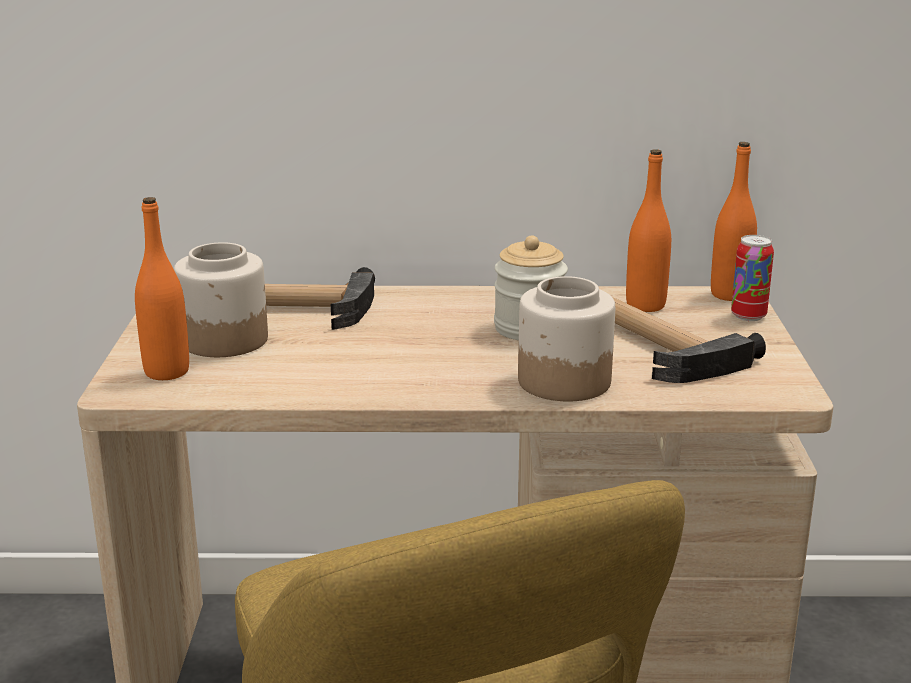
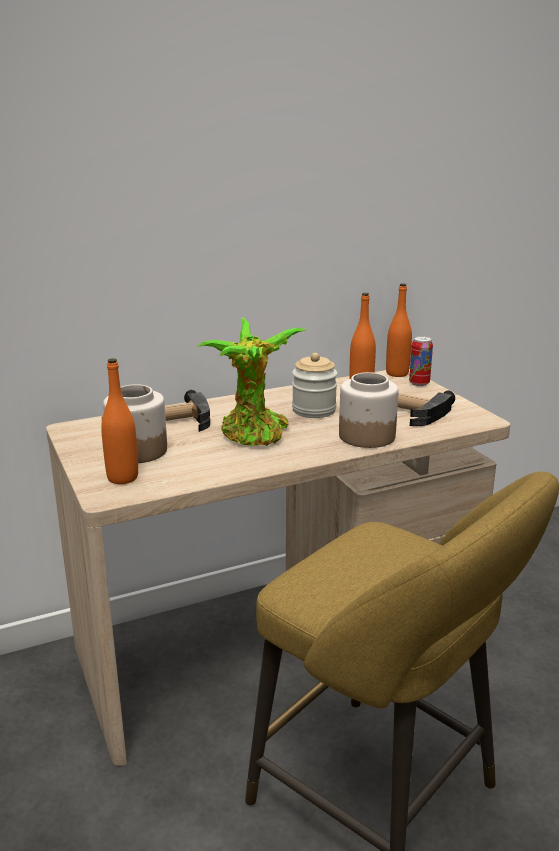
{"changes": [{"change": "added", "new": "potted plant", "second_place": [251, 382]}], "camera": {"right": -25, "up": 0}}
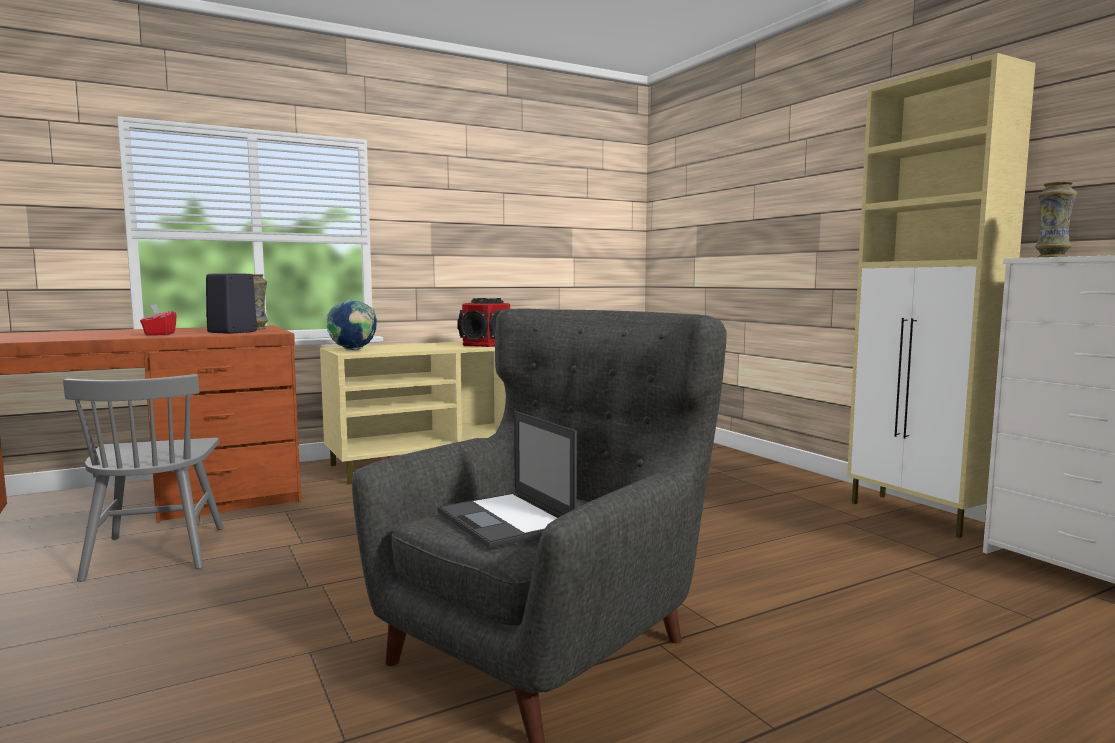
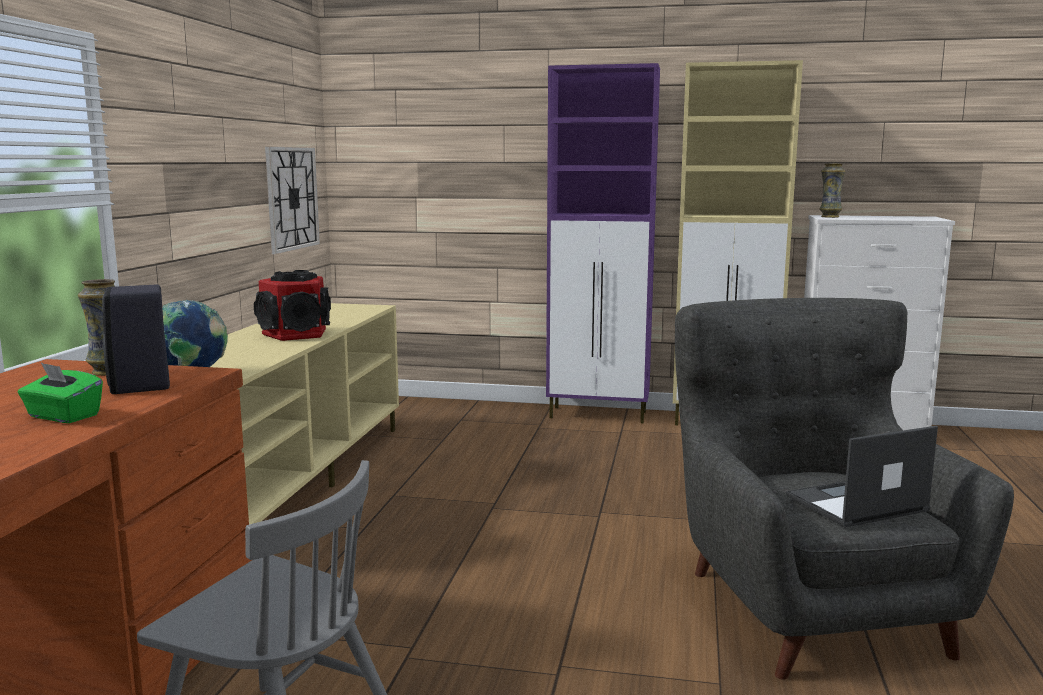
{"changes": [{"change": "recoloured", "old": "tissue box/red", "new": "tissue box/green", "first_place": [158, 320], "second_place": [60, 393]}, {"change": "turned", "old": "laptop", "first_place": [507, 479], "second_place": [862, 477], "degrees": 150}, {"change": "added", "new": "wall clock", "second_place": [292, 200]}, {"change": "added", "new": "cabinet/purple", "second_place": [603, 243]}], "camera": {"right": -50, "up": 5}}
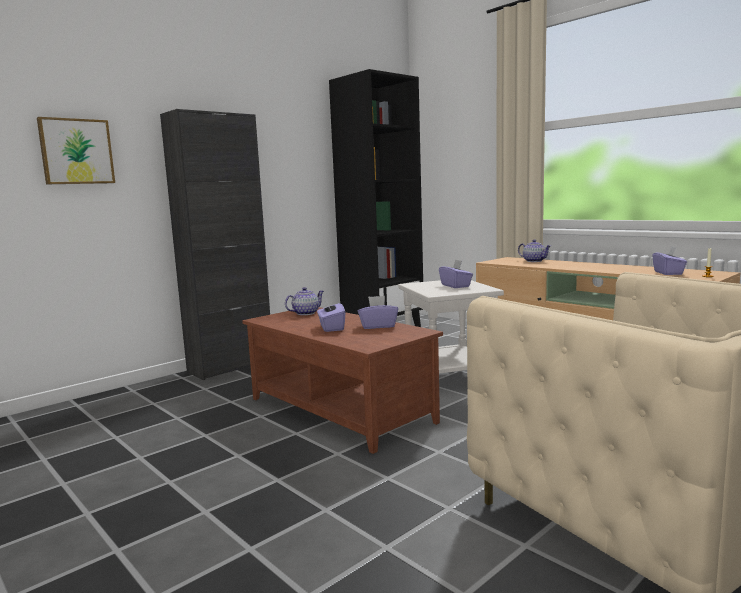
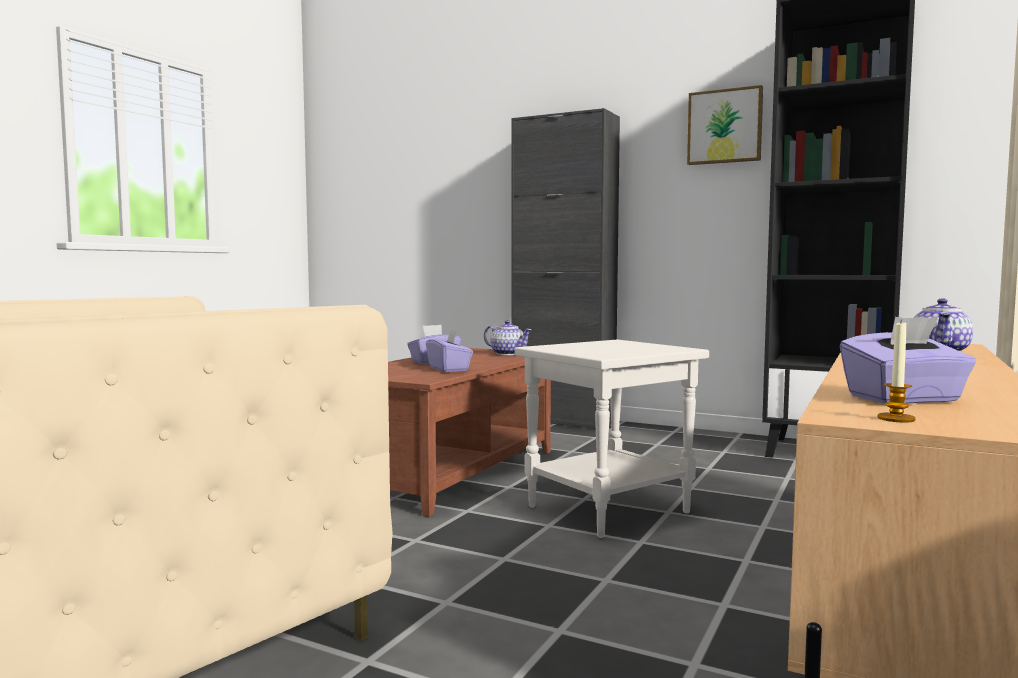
{"changes": [{"change": "moved", "old": "picture", "first_place": [76, 150], "second_place": [725, 125]}, {"change": "removed", "old": "tissue box/purple", "first_place": [456, 273]}], "camera": {"right": 70, "up": -5}}
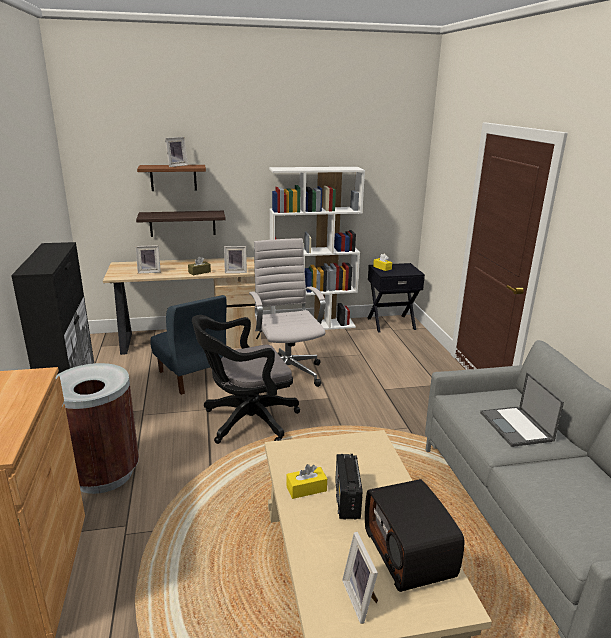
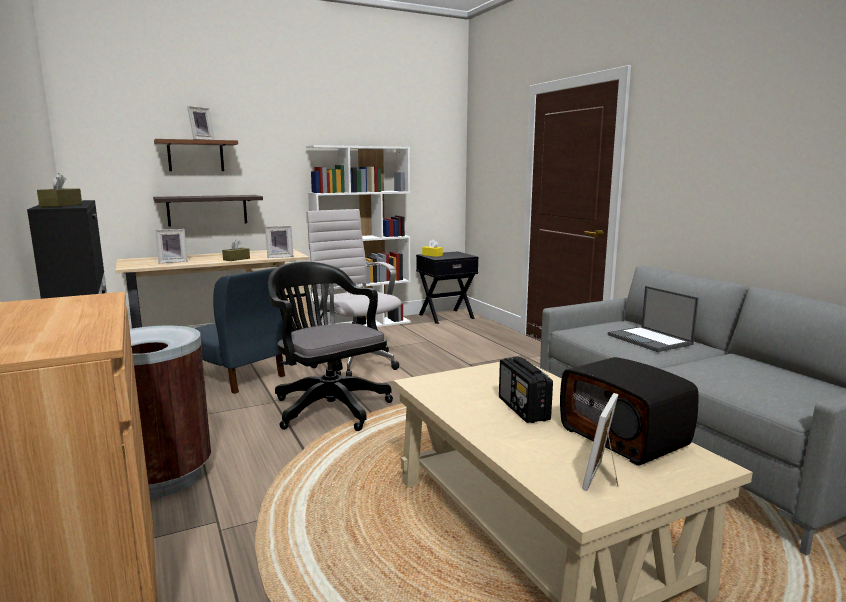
{"changes": [{"change": "turned", "old": "office chair/black", "first_place": [246, 379], "second_place": [330, 346], "degrees": 90}, {"change": "removed", "old": "tissue box/yellow", "first_place": [306, 481]}, {"change": "turned", "old": "picture frame", "first_place": [360, 578], "second_place": [600, 442], "degrees": 60}, {"change": "added", "new": "tissue box/brown", "second_place": [59, 190]}], "camera": {"right": -15, "up": -10}}
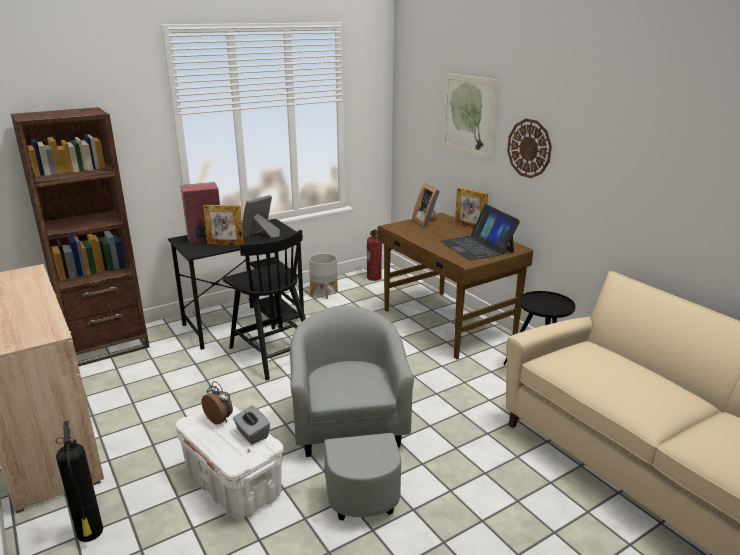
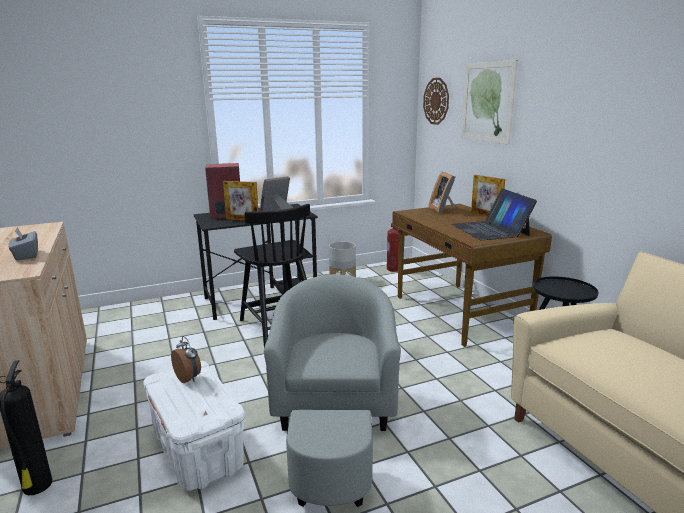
{"changes": [{"change": "removed", "old": "bookcase/brown", "first_place": [80, 236]}, {"change": "moved", "old": "tissue box/grey", "first_place": [251, 425], "second_place": [23, 243]}, {"change": "moved", "old": "wall clock", "first_place": [529, 148], "second_place": [436, 101]}], "camera": {"right": 10, "up": -5}}
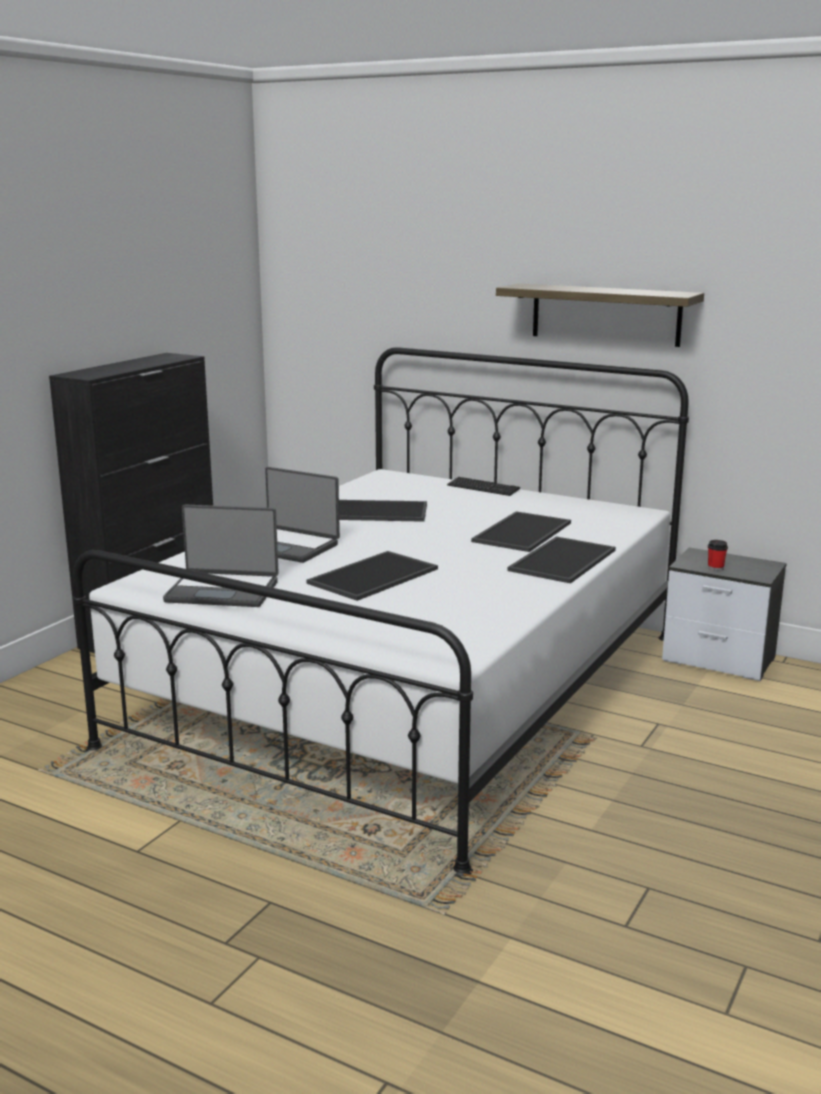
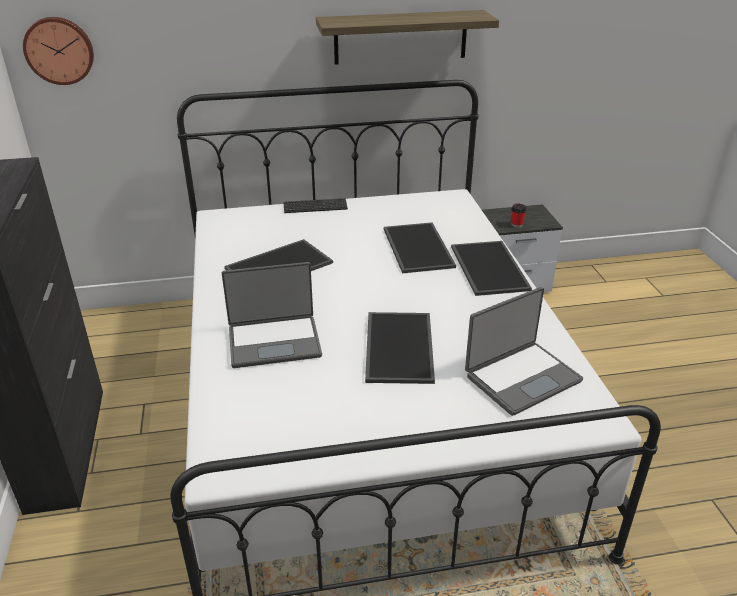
{"changes": [{"change": "moved", "old": "laptop", "first_place": [221, 555], "second_place": [524, 351]}, {"change": "added", "new": "wall clock", "second_place": [58, 51]}], "camera": {"right": -40, "up": 15}}
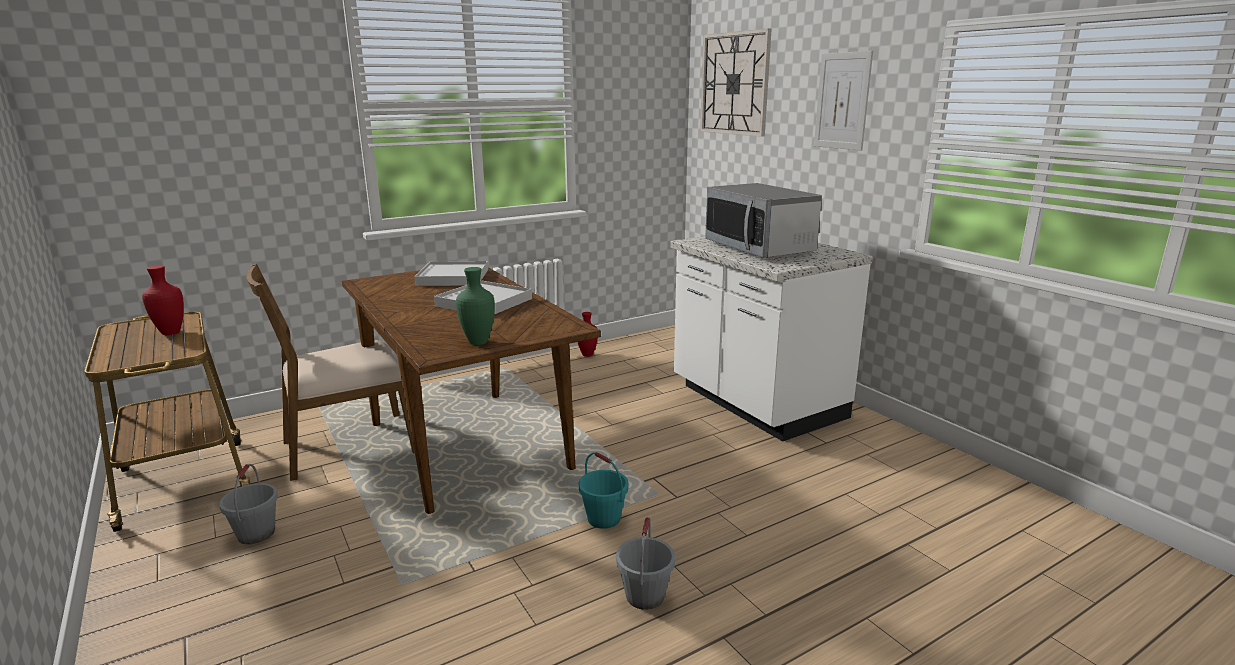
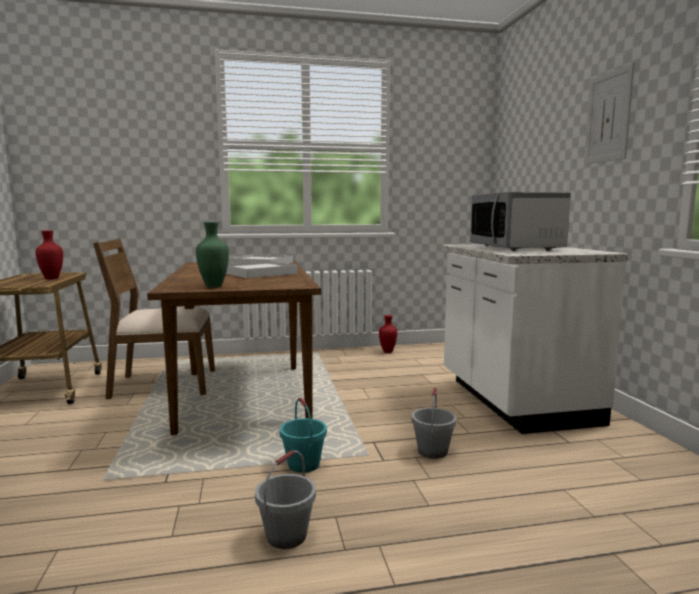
{"changes": [{"change": "moved", "old": "bucket/grey", "first_place": [248, 504], "second_place": [434, 423]}, {"change": "removed", "old": "wall clock", "first_place": [736, 82]}], "camera": {"right": 20, "up": -10}}
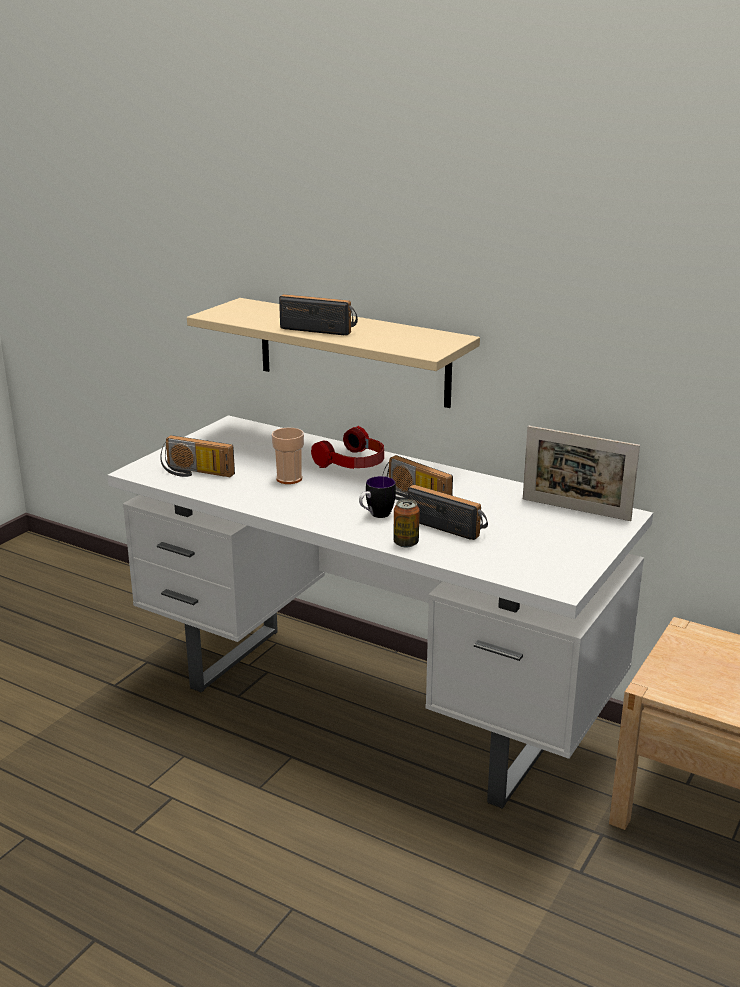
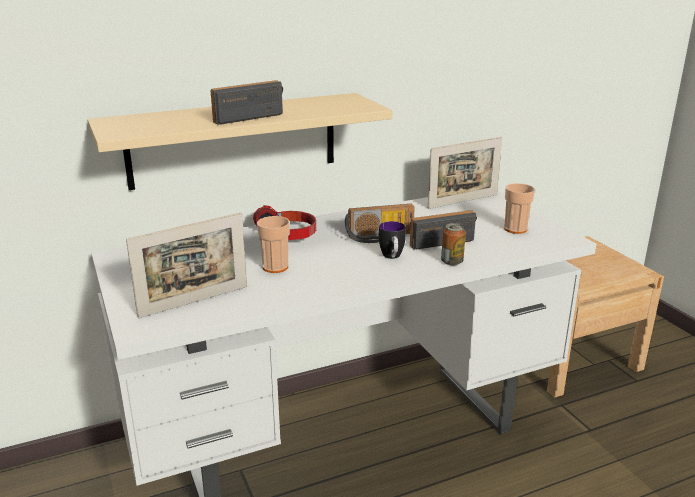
{"changes": [{"change": "replaced", "old": "radio", "new": "picture frame", "first_place": [197, 456], "second_place": [186, 265]}, {"change": "added", "new": "cup", "second_place": [519, 208]}], "camera": {"right": -55, "up": 0}}
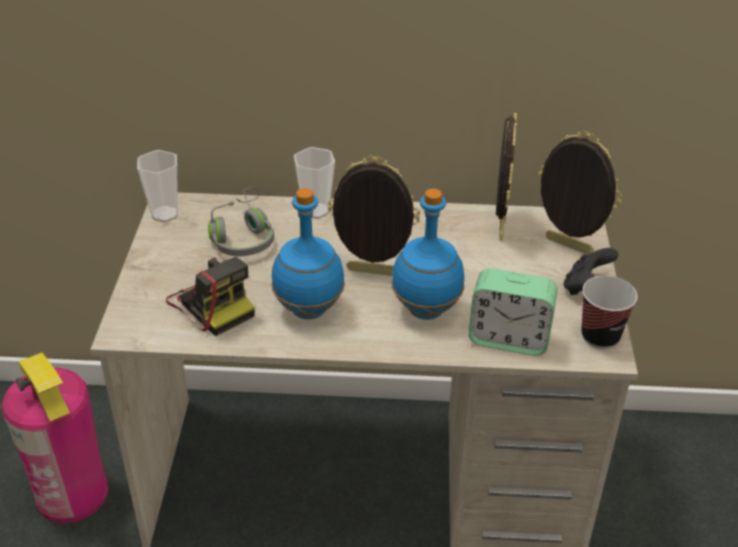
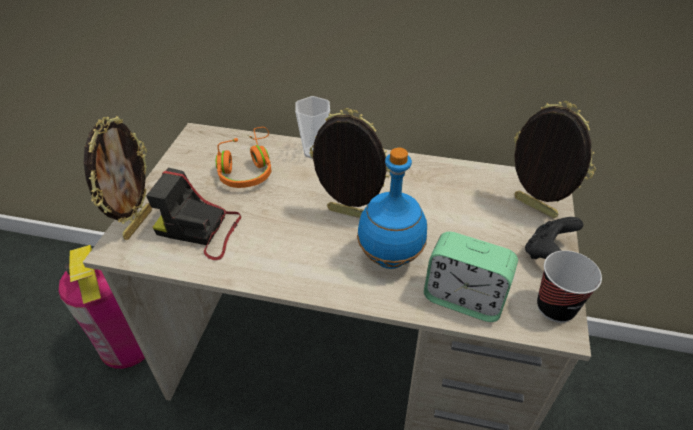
{"changes": [{"change": "removed", "old": "cup", "first_place": [157, 186]}, {"change": "turned", "old": "photo camera", "first_place": [210, 296], "second_place": [193, 214], "degrees": 135}, {"change": "recoloured", "old": "headphones/grey", "new": "headphones/orange", "first_place": [241, 221], "second_place": [243, 157]}, {"change": "removed", "old": "bottle/blue", "first_place": [308, 253]}, {"change": "moved", "old": "picture frame", "first_place": [506, 176], "second_place": [118, 178]}], "camera": {"right": 10, "up": 5}}
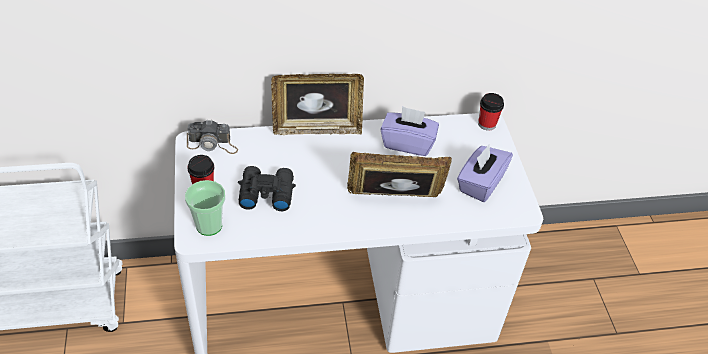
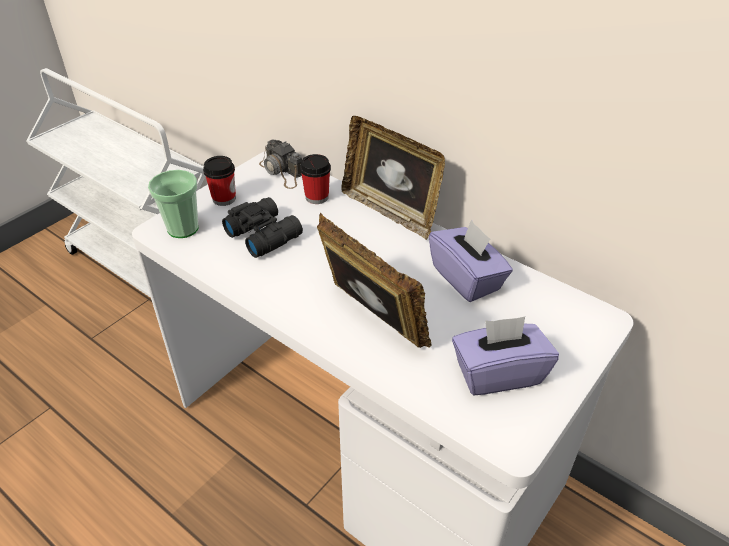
{"changes": [{"change": "moved", "old": "cup", "first_place": [491, 111], "second_place": [315, 179]}], "camera": {"right": 50, "up": -5}}
